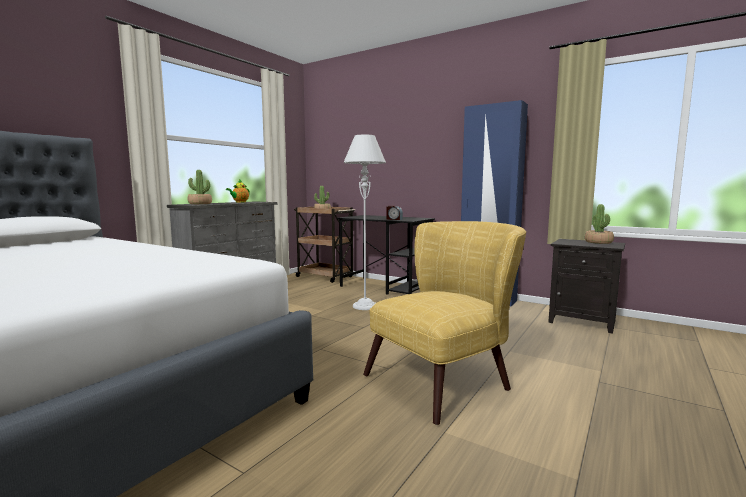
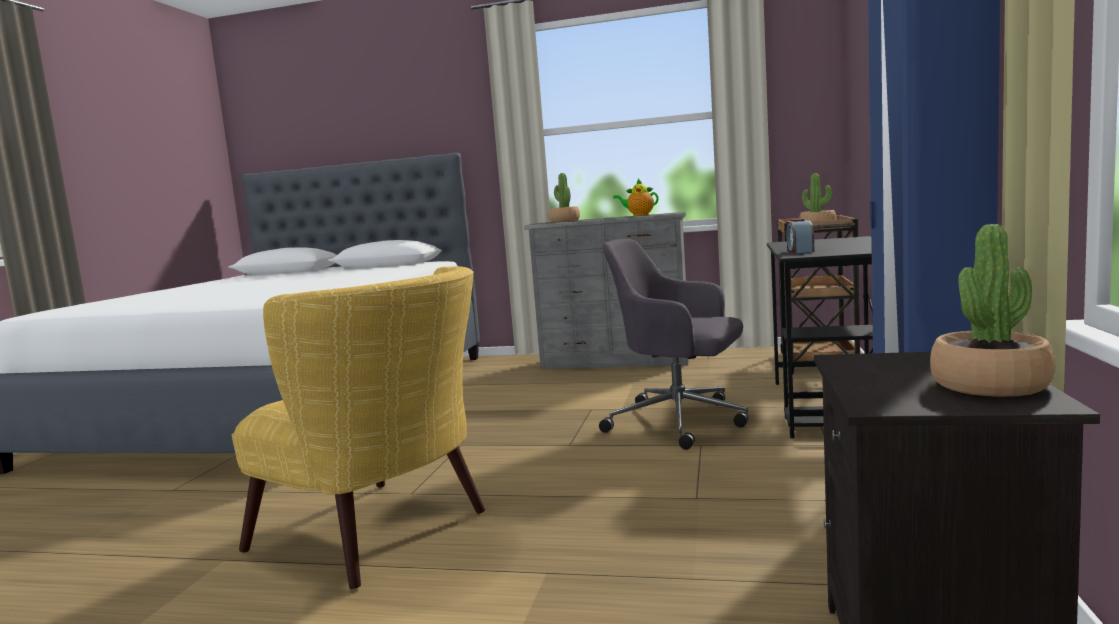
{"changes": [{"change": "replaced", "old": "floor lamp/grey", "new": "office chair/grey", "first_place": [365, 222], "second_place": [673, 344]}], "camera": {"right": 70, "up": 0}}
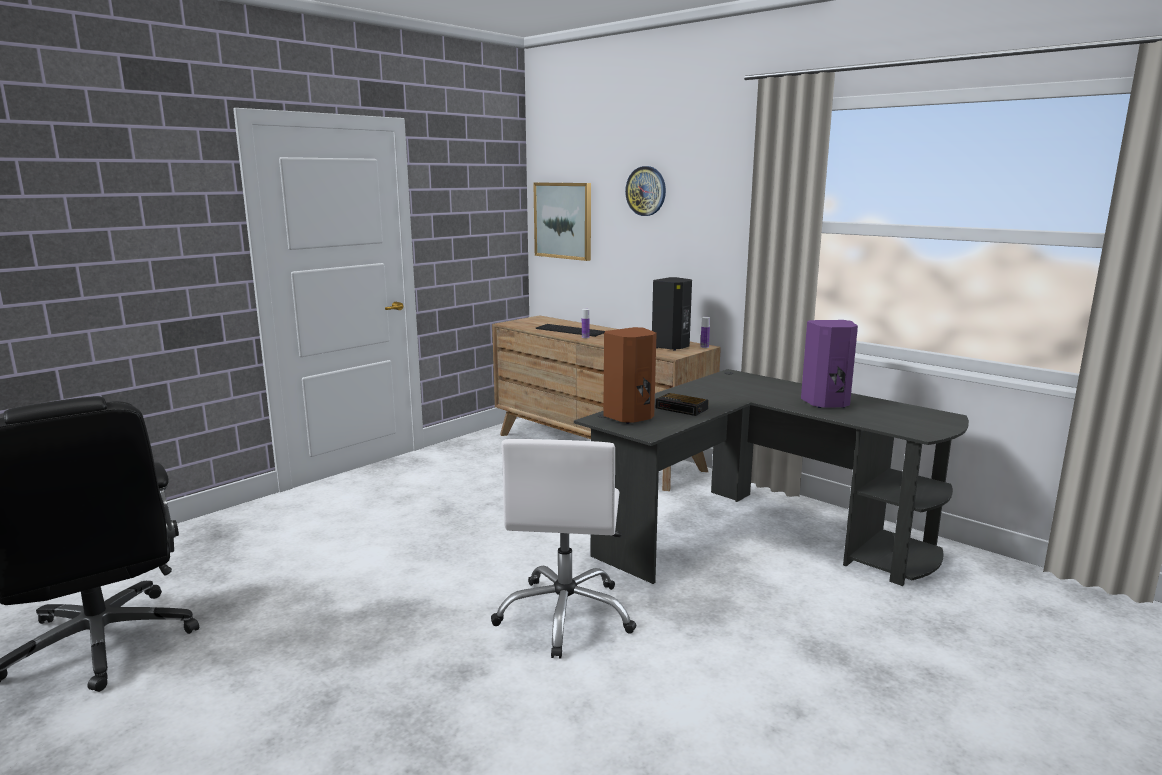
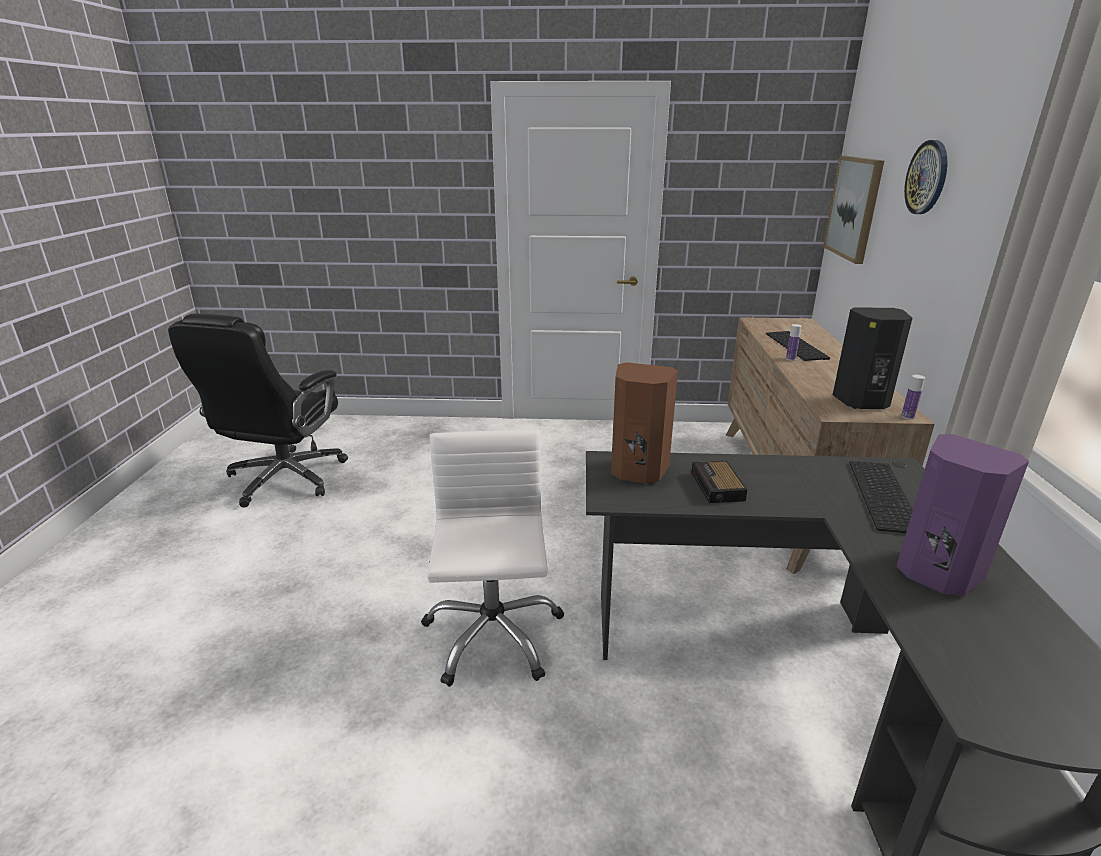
{"changes": [{"change": "turned", "old": "office chair/white", "first_place": [564, 548], "second_place": [492, 558], "degrees": 120}, {"change": "added", "new": "keyboard", "second_place": [881, 497]}], "camera": {"right": 50, "up": 10}}
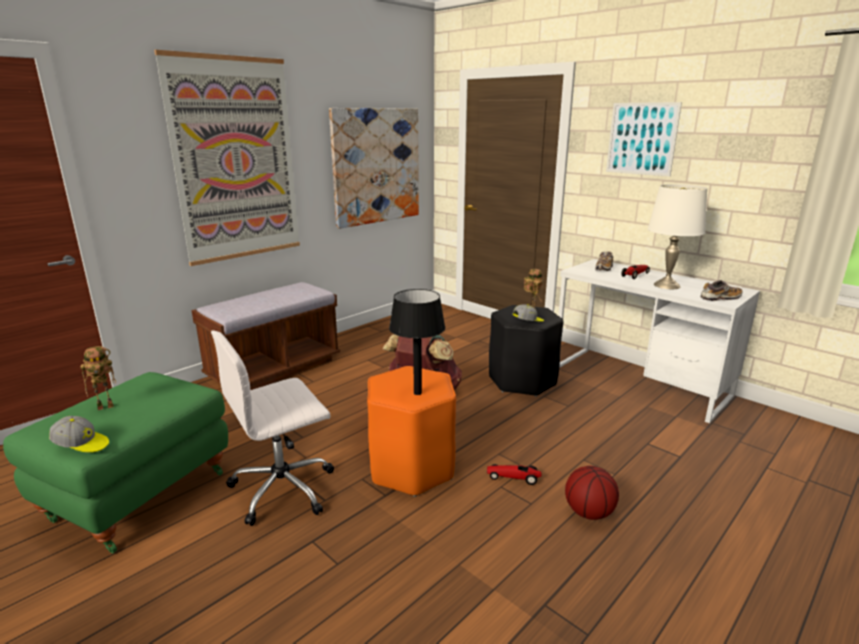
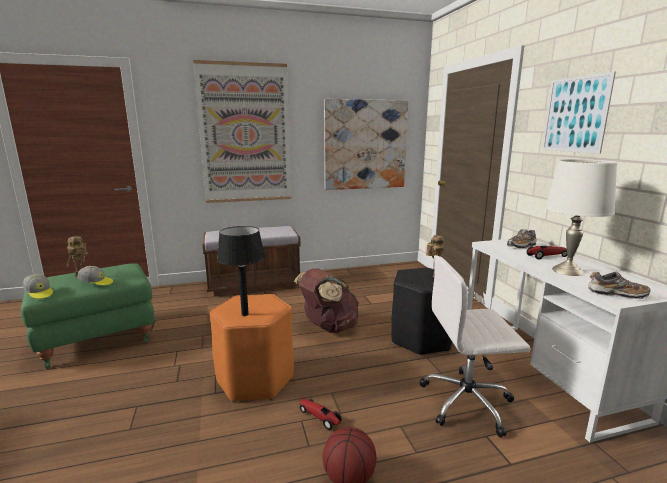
{"changes": [{"change": "moved", "old": "office chair/white", "first_place": [272, 428], "second_place": [474, 346]}, {"change": "moved", "old": "cap", "first_place": [528, 313], "second_place": [95, 275]}], "camera": {"right": 30, "up": -5}}
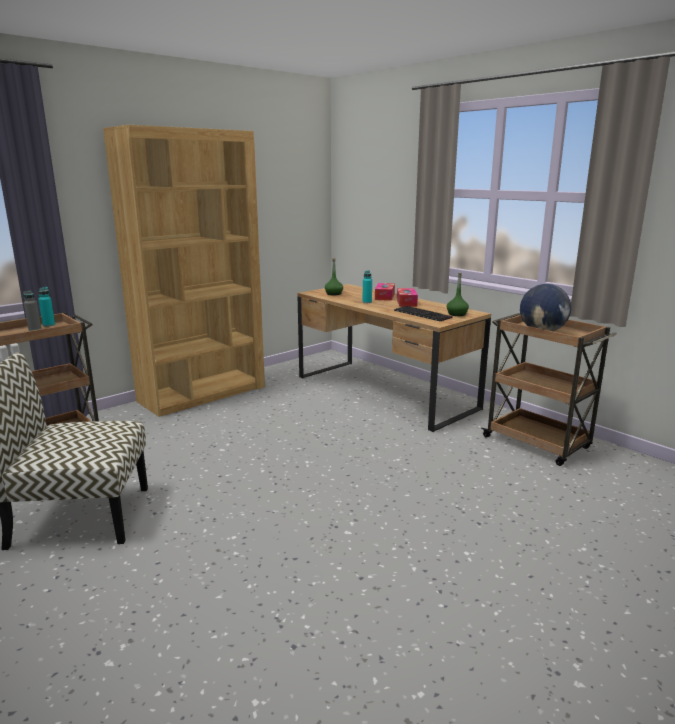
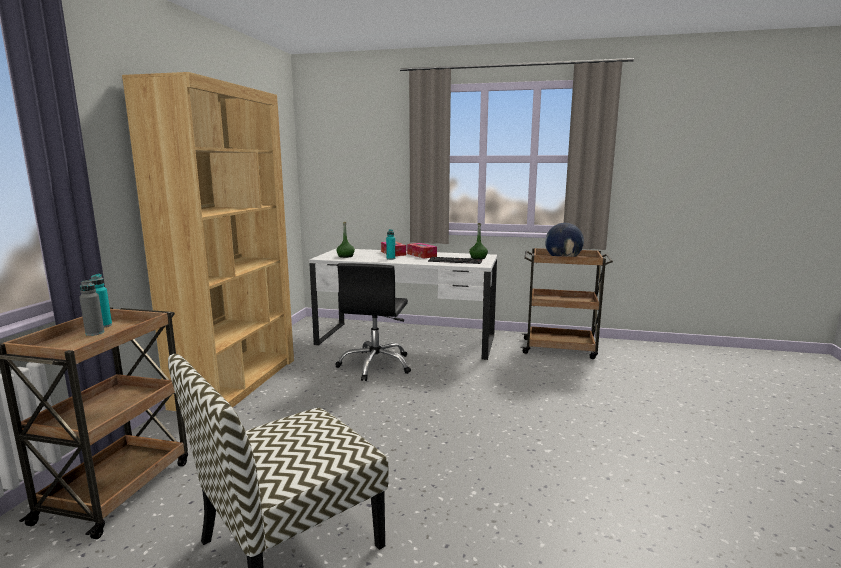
{"changes": [{"change": "recoloured", "old": "desk/brown", "new": "desk/white", "first_place": [394, 358], "second_place": [403, 304]}, {"change": "added", "new": "office chair/black", "second_place": [373, 322]}], "camera": {"right": -35, "up": -5}}
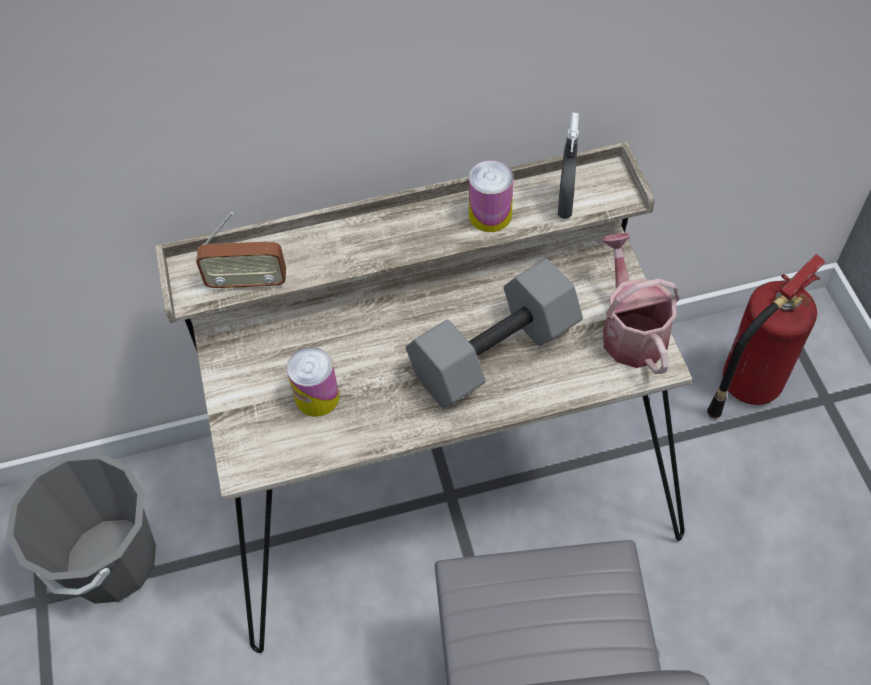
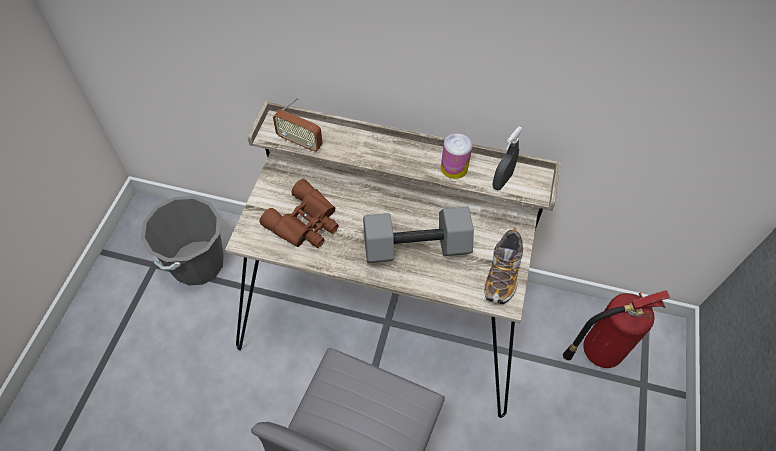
{"changes": [{"change": "replaced", "old": "can", "new": "binoculars/brown", "first_place": [313, 382], "second_place": [299, 213]}, {"change": "replaced", "old": "watering can", "new": "shoe", "first_place": [640, 303], "second_place": [503, 266]}], "camera": {"right": 25, "up": 0}}
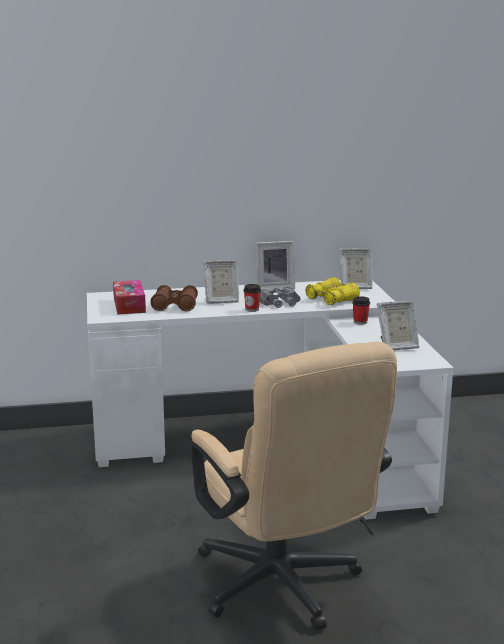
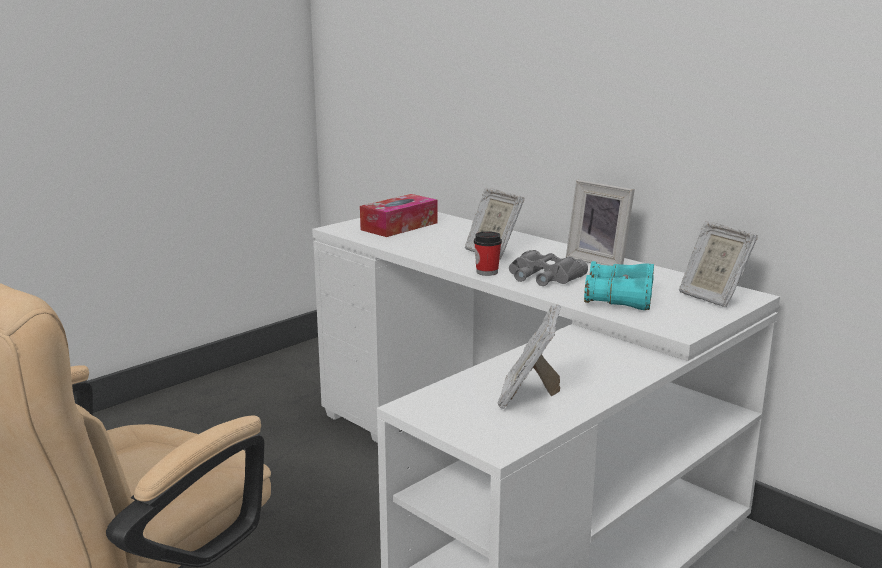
{"changes": [{"change": "removed", "old": "binoculars/brown", "first_place": [174, 298]}, {"change": "recoloured", "old": "binoculars/yellow", "new": "binoculars/turquoise", "first_place": [333, 291], "second_place": [619, 285]}, {"change": "removed", "old": "cup", "first_place": [361, 310]}, {"change": "turned", "old": "picture frame", "first_place": [398, 326], "second_place": [529, 356], "degrees": 60}], "camera": {"right": 55, "up": 0}}
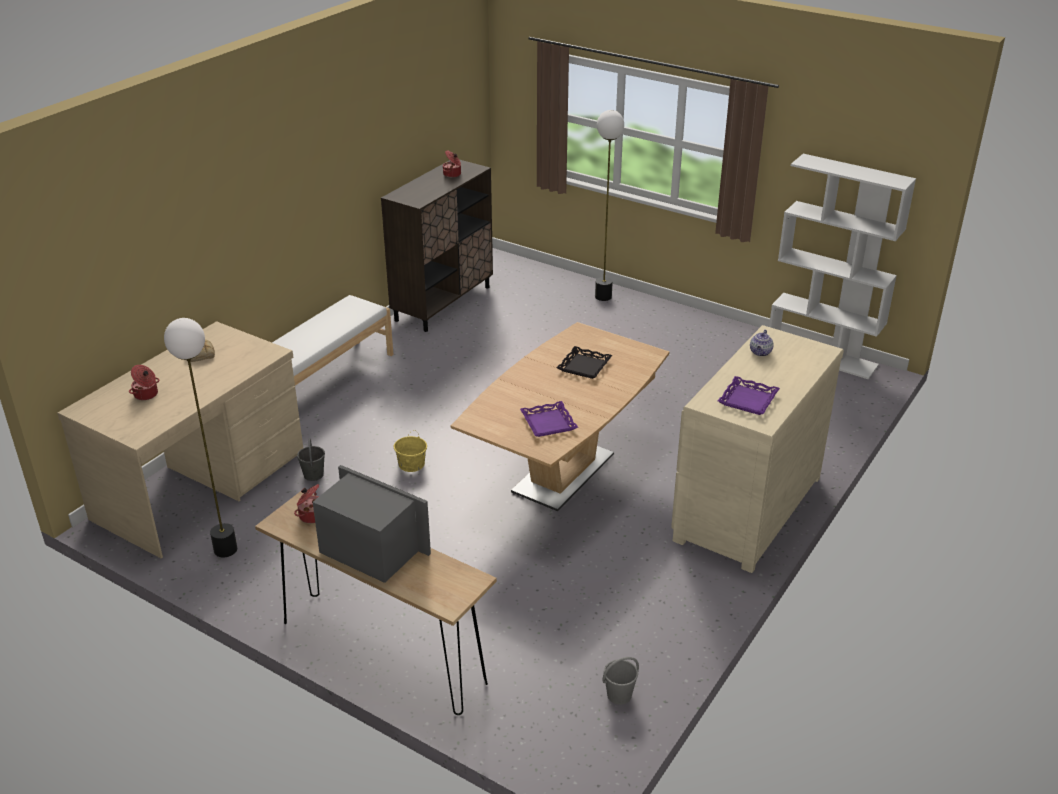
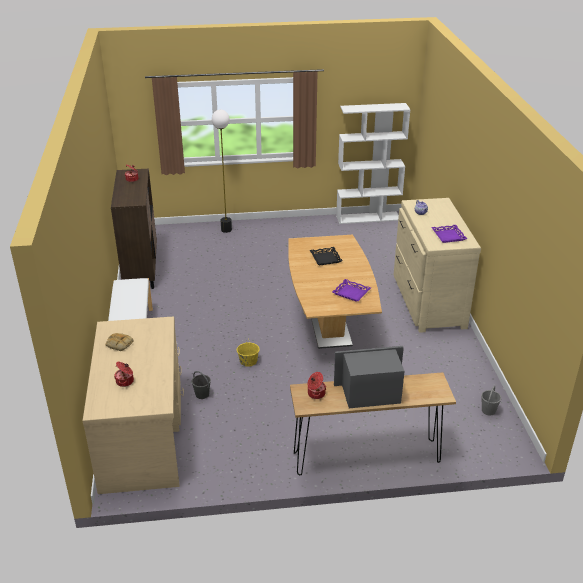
{"changes": [{"change": "removed", "old": "floor lamp", "first_place": [200, 437]}], "camera": {"right": -40, "up": 0}}
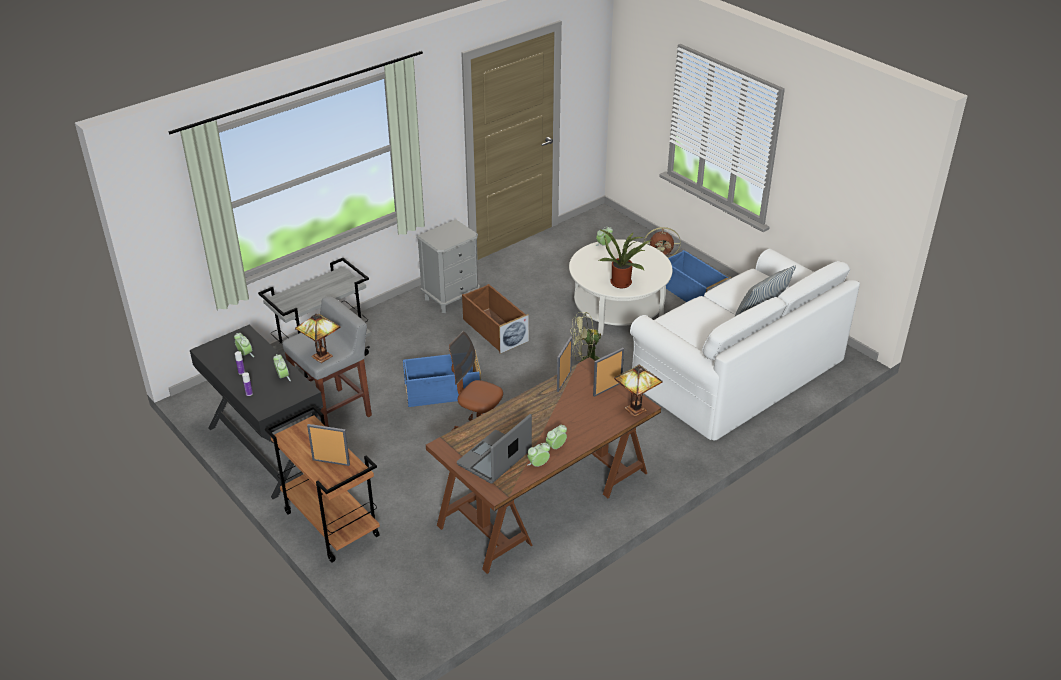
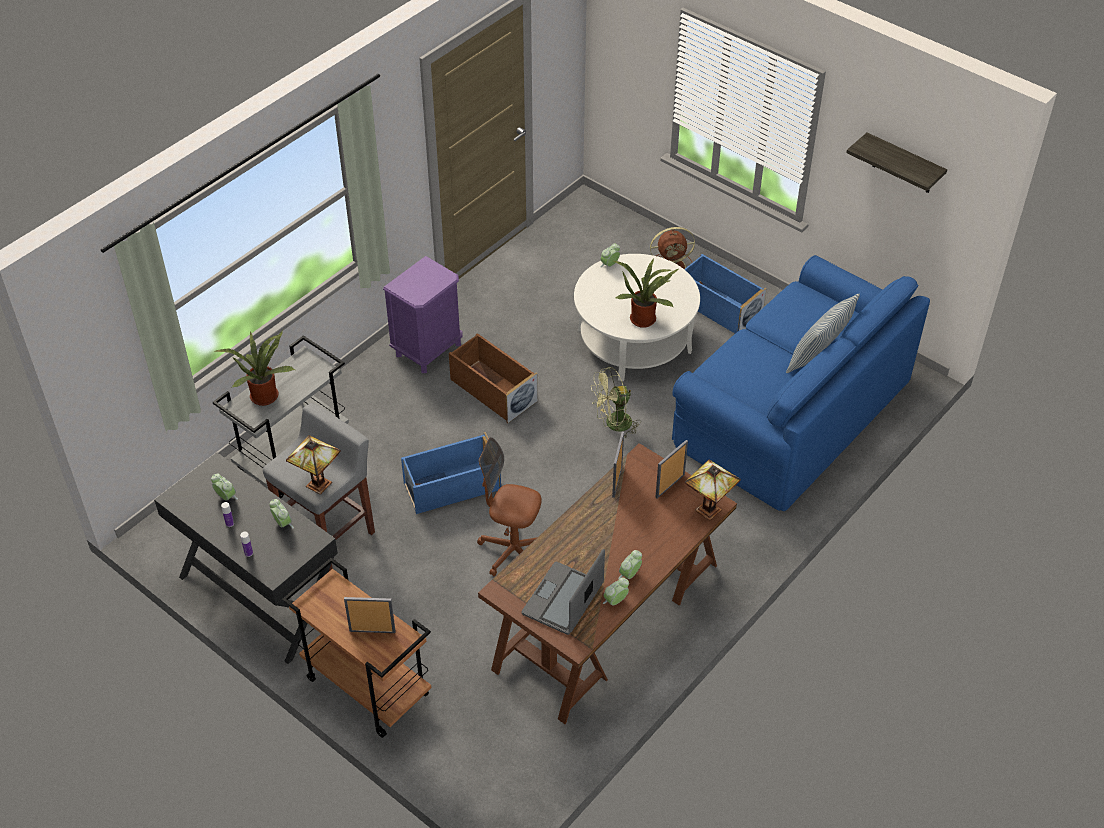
{"changes": [{"change": "recoloured", "old": "nightstand/grey", "new": "nightstand/purple", "first_place": [448, 266], "second_place": [423, 314]}, {"change": "recoloured", "old": "sofa/white", "new": "sofa/blue", "first_place": [745, 345], "second_place": [801, 383]}, {"change": "added", "new": "potted plant", "second_place": [254, 368]}, {"change": "added", "new": "shelf", "second_place": [896, 163]}], "camera": {"right": -10, "up": 10}}
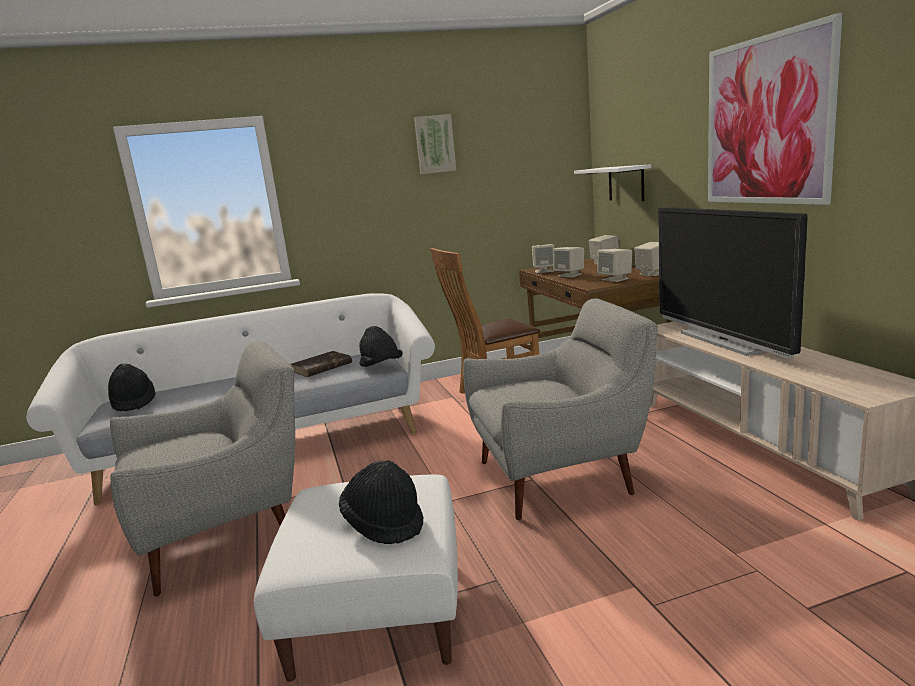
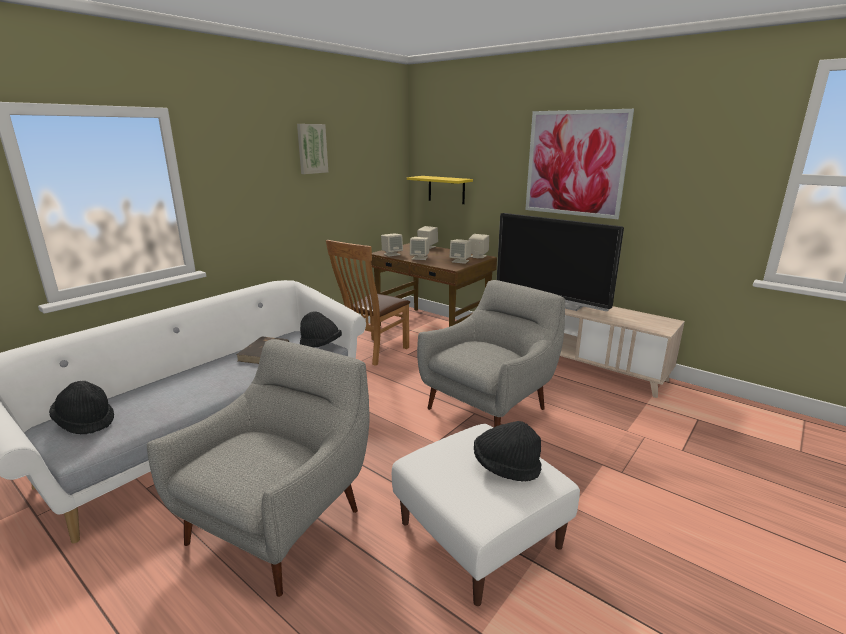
{"changes": [{"change": "recoloured", "old": "shelf/white", "new": "shelf/yellow", "first_place": [613, 182], "second_place": [440, 190]}], "camera": {"right": -35, "up": 5}}
